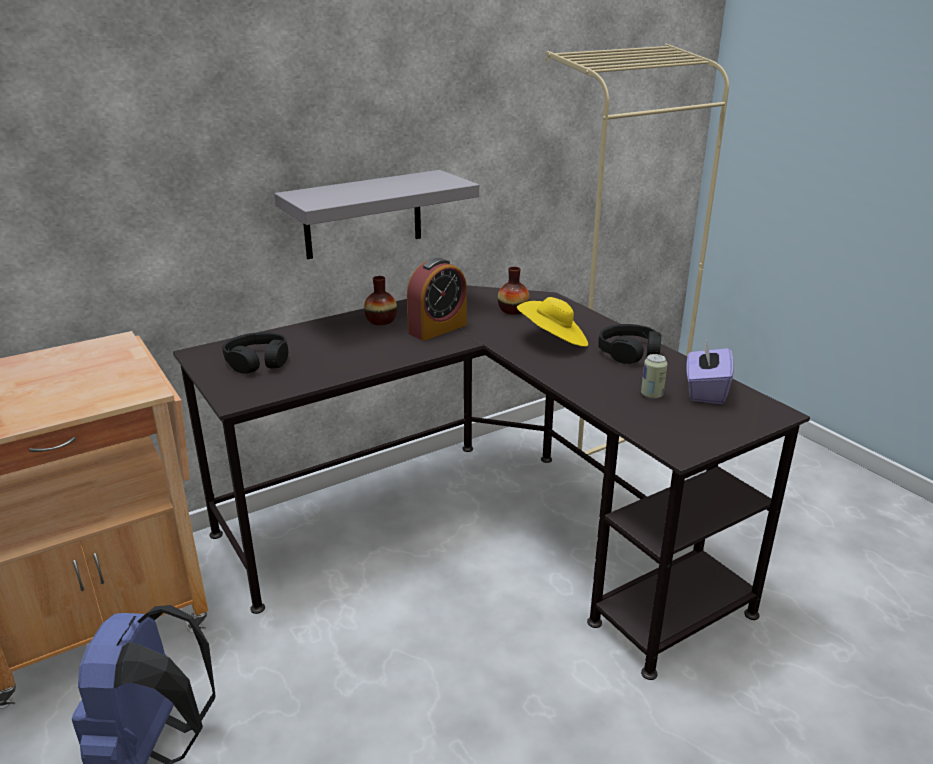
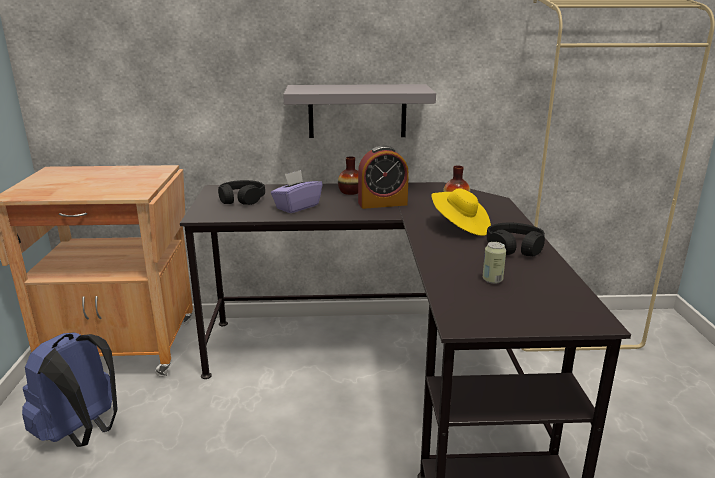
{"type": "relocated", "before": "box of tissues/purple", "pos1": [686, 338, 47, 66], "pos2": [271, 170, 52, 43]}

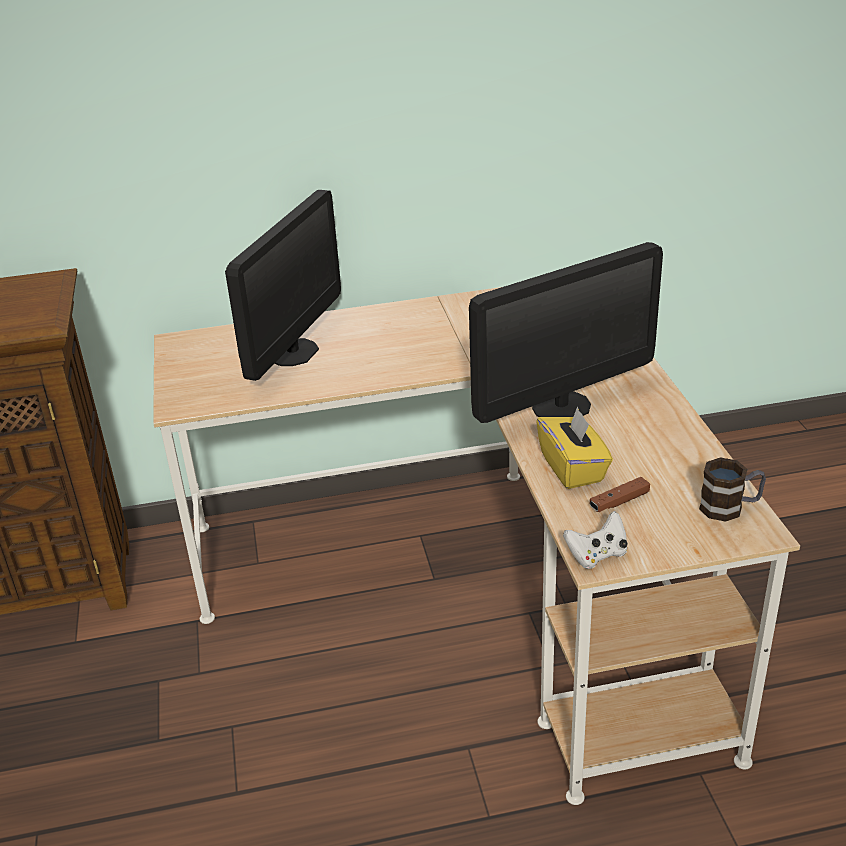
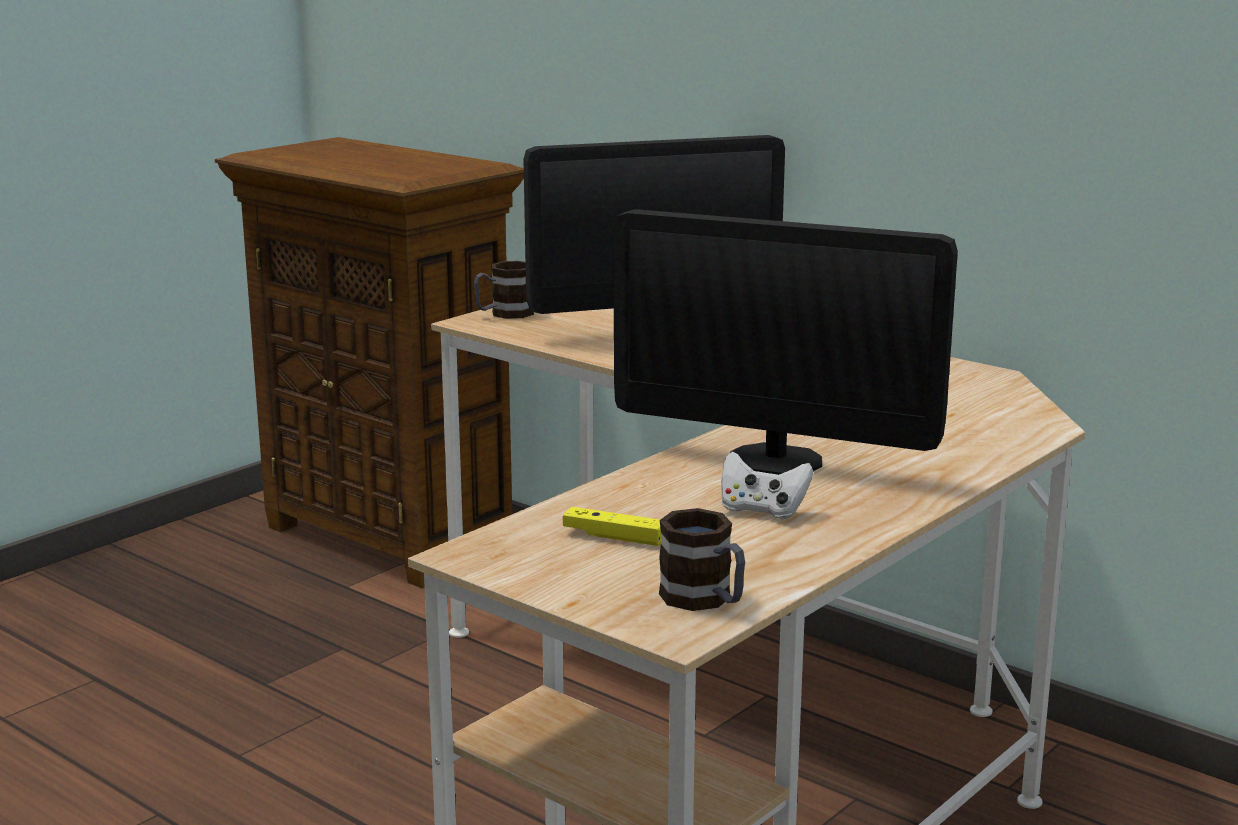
{"type": "appeared", "after": "coffee mug", "pos2": [474, 261, 60, 58]}
{"type": "colour", "before": "game controller/brown-coloured", "after": "game controller/yellow", "pos1": [589, 477, 61, 35], "pos2": [563, 507, 98, 39]}
{"type": "relocated", "before": "game controller/white-coloured", "pos1": [563, 511, 65, 58], "pos2": [721, 451, 92, 68]}
{"type": "missing", "before": "box of tissues/yellow", "pos1": [536, 406, 77, 83]}

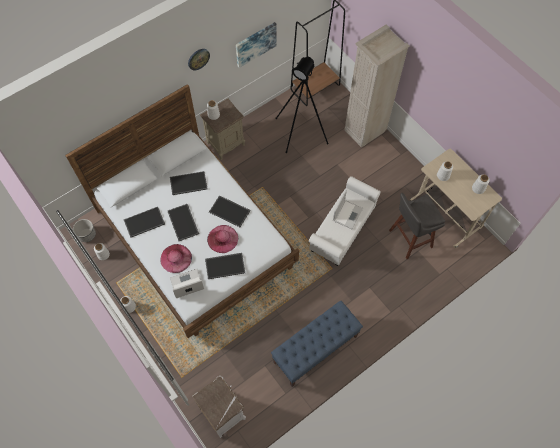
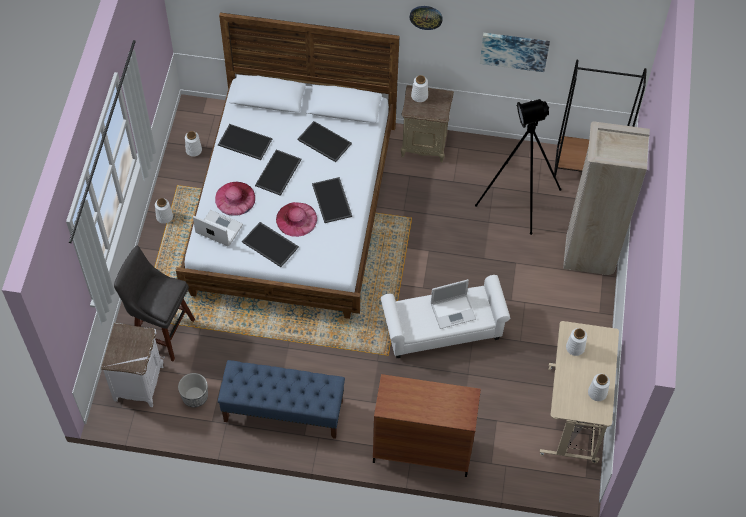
{"type": "relocated", "before": "sitting stool/gray", "pos1": [389, 193, 56, 66], "pos2": [114, 246, 81, 116]}
{"type": "relocated", "before": "flower pot", "pos1": [73, 219, 23, 23], "pos2": [178, 373, 30, 34]}
{"type": "appeared", "after": "drawer chest/brown-coloured", "pos2": [373, 374, 108, 103]}

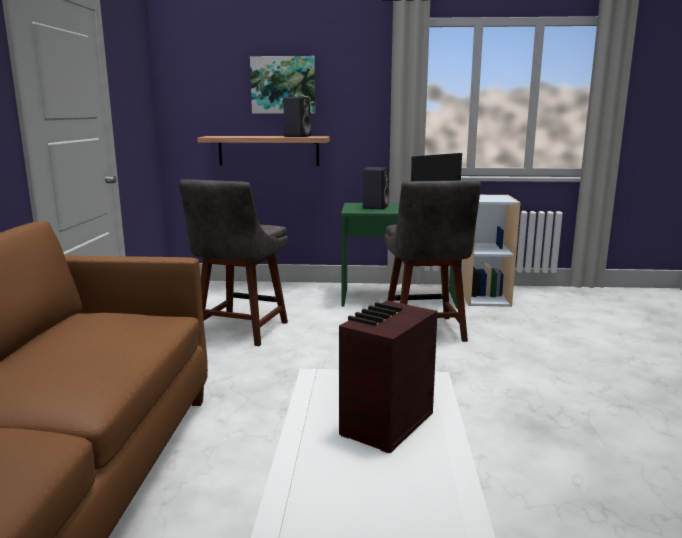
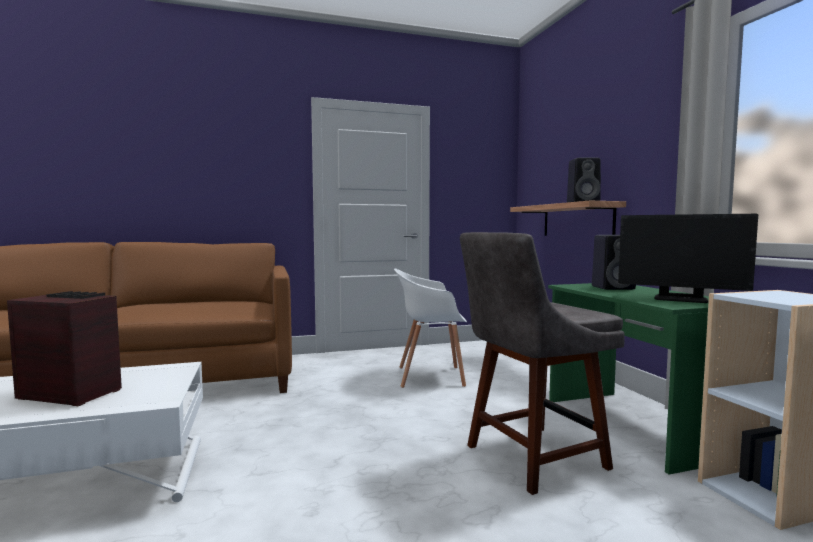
{"type": "exchanged", "before": "sitting stool/gray", "after": "plain chair/white-coloured", "pos1": [179, 179, 109, 167], "pos2": [394, 268, 73, 120]}
{"type": "missing", "before": "wall art", "pos1": [250, 56, 65, 58]}

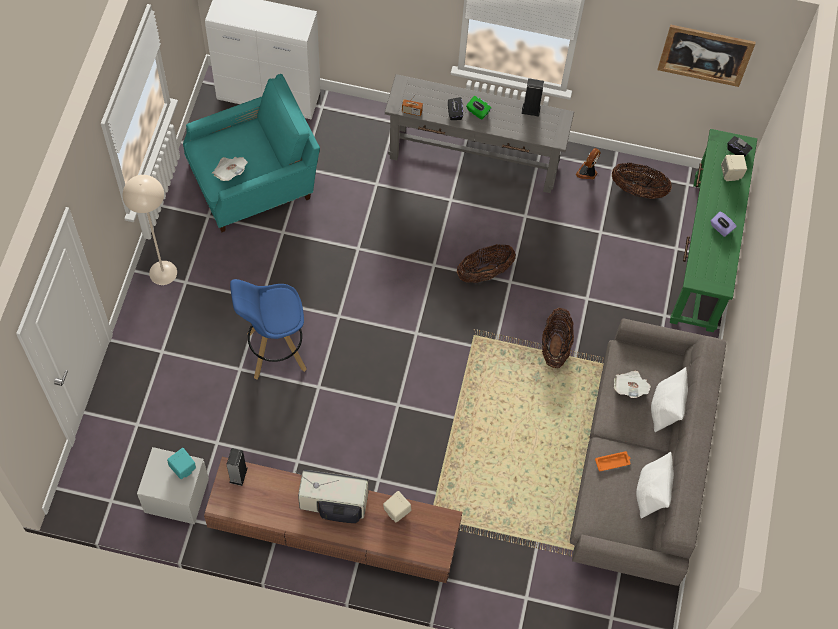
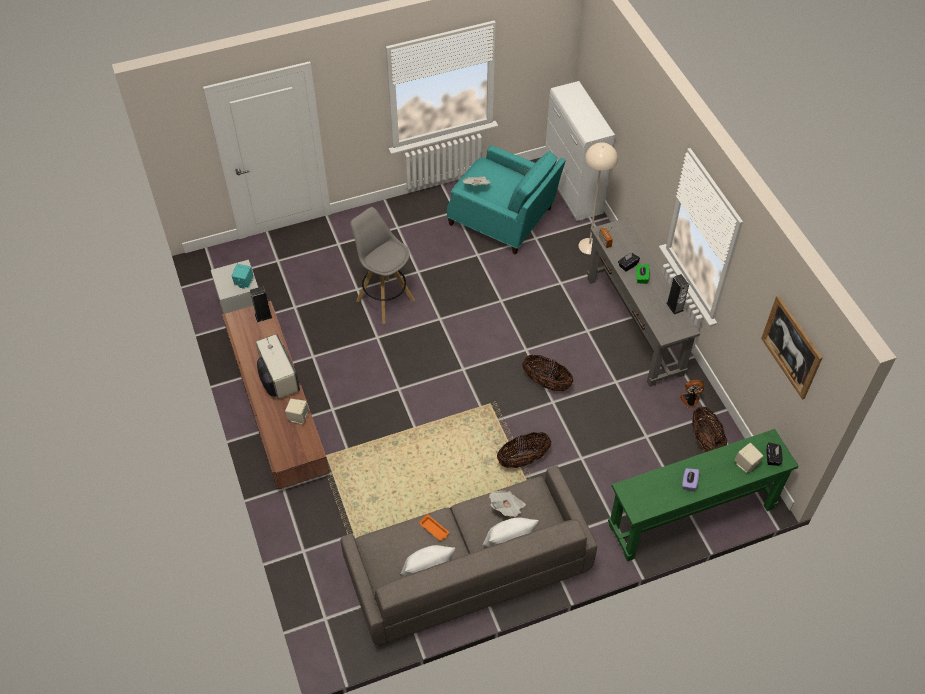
{"type": "colour", "before": "sitting stool/blue", "after": "sitting stool/gray", "pos1": [230, 279, 77, 100], "pos2": [350, 207, 65, 117]}
{"type": "relocated", "before": "standing lamp/sand-coloured", "pos1": [123, 175, 54, 110], "pos2": [578, 142, 40, 112]}

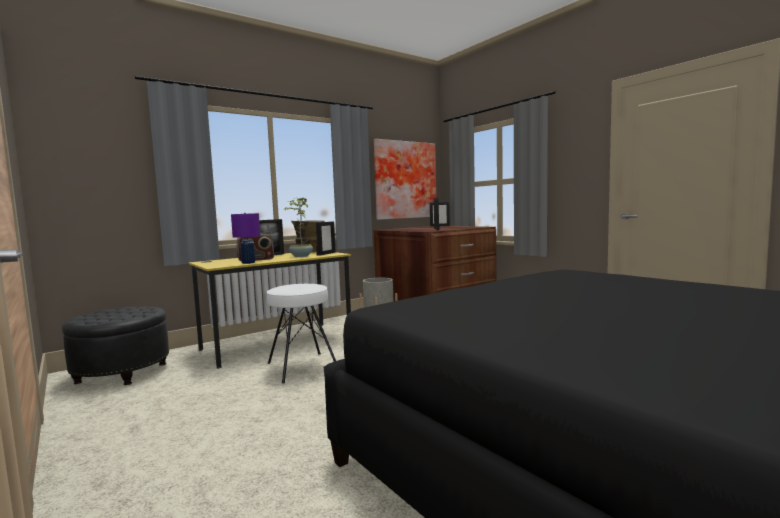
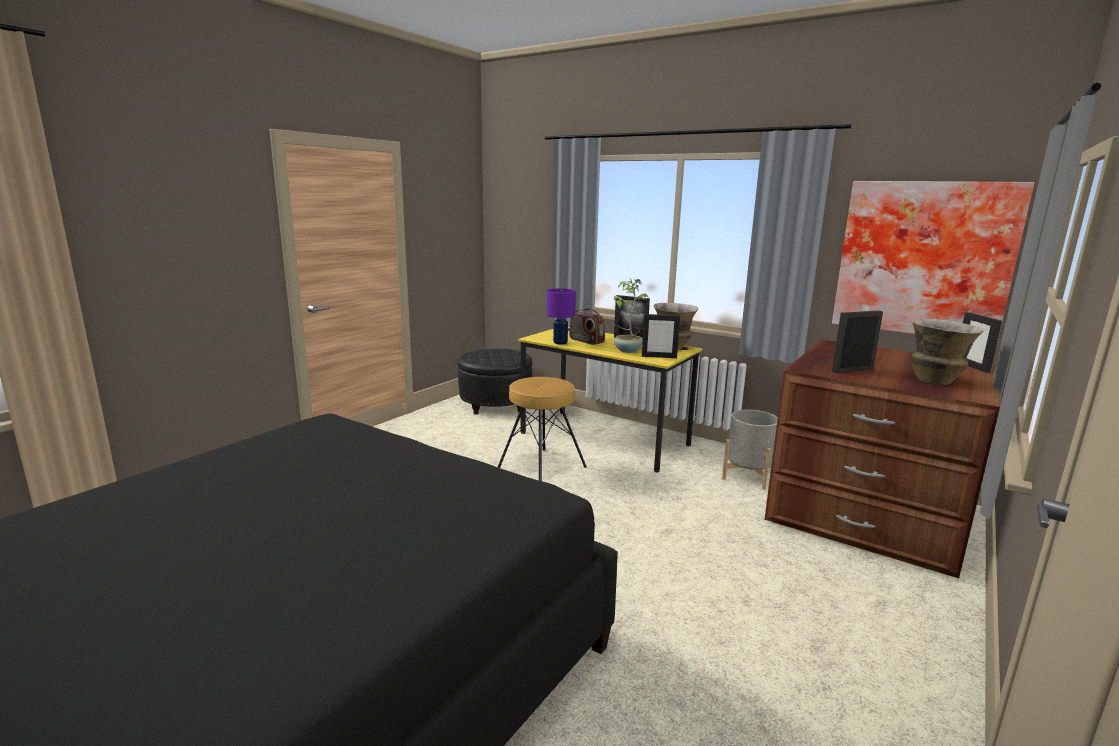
{"type": "colour", "before": "sitting stool/white-coloured", "after": "sitting stool/brown-coloured", "pos1": [267, 284, 69, 100], "pos2": [498, 377, 89, 104]}
{"type": "appeared", "after": "flower vase", "pos2": [911, 319, 72, 66]}

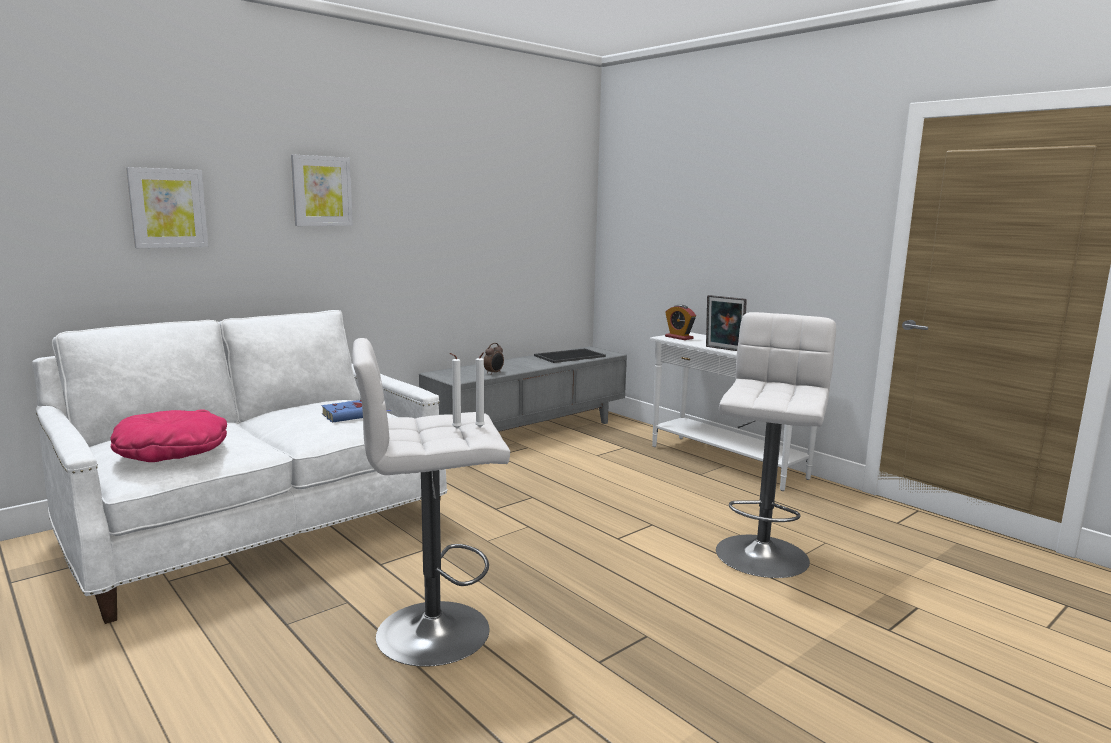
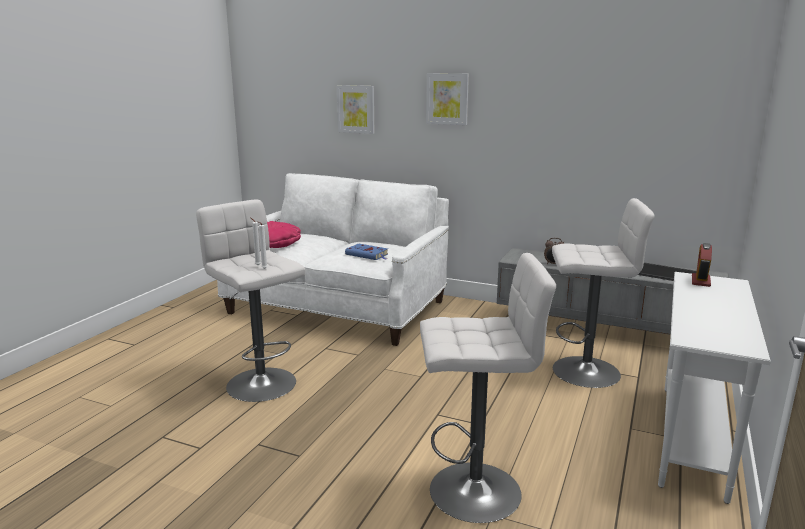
{"type": "appeared", "after": "sitting stool/white-coloured", "pos2": [552, 198, 103, 190]}
{"type": "missing", "before": "picture frame", "pos1": [706, 295, 41, 56]}

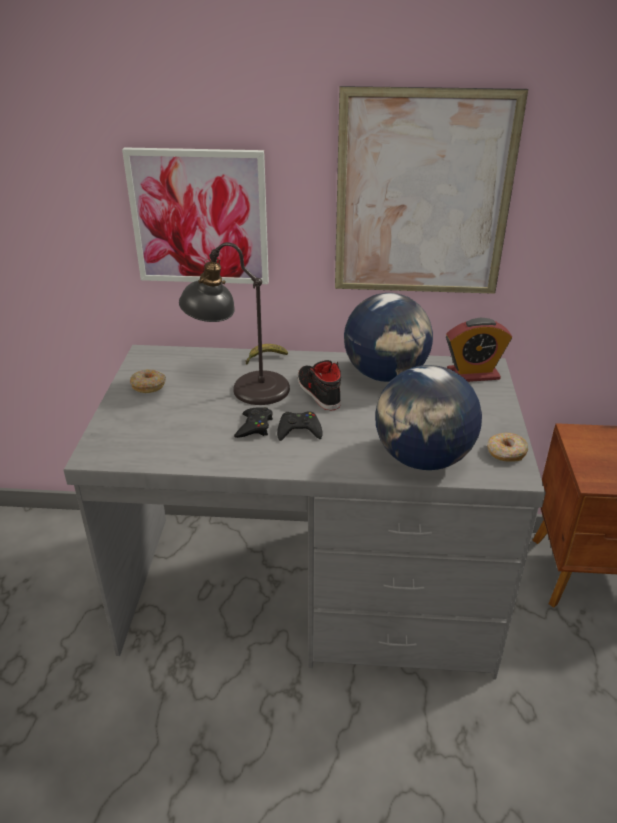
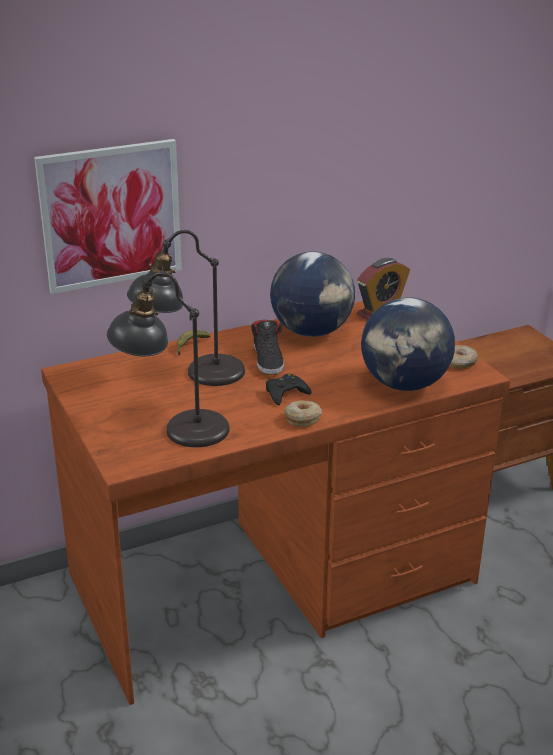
{"type": "colour", "before": "desk table/gray", "after": "desk table/brown-coloured", "pos1": [64, 345, 482, 334], "pos2": [41, 301, 469, 404]}
{"type": "appeared", "after": "tabletop lamp/gray", "pos2": [107, 271, 123, 176]}
{"type": "spun", "before": "item of footwear/blackish", "pos1": [298, 360, 43, 50], "pos2": [251, 320, 33, 55], "turn": -135}
{"type": "relocated", "before": "ring doughnut", "pos1": [130, 369, 36, 24], "pos2": [284, 400, 38, 26]}
{"type": "missing", "before": "game controller/blackish", "pos1": [234, 407, 39, 31]}
{"type": "missing", "before": "wall art", "pos1": [335, 86, 193, 208]}

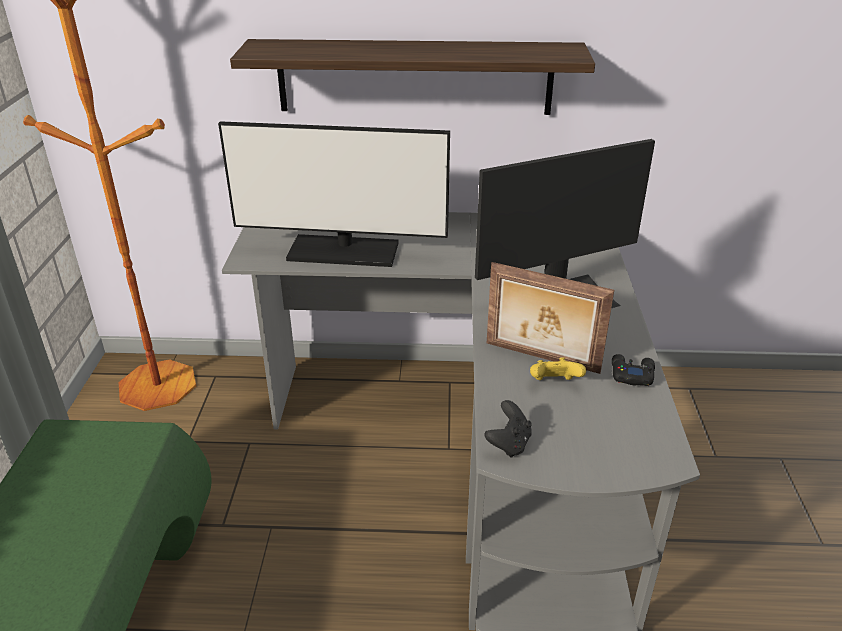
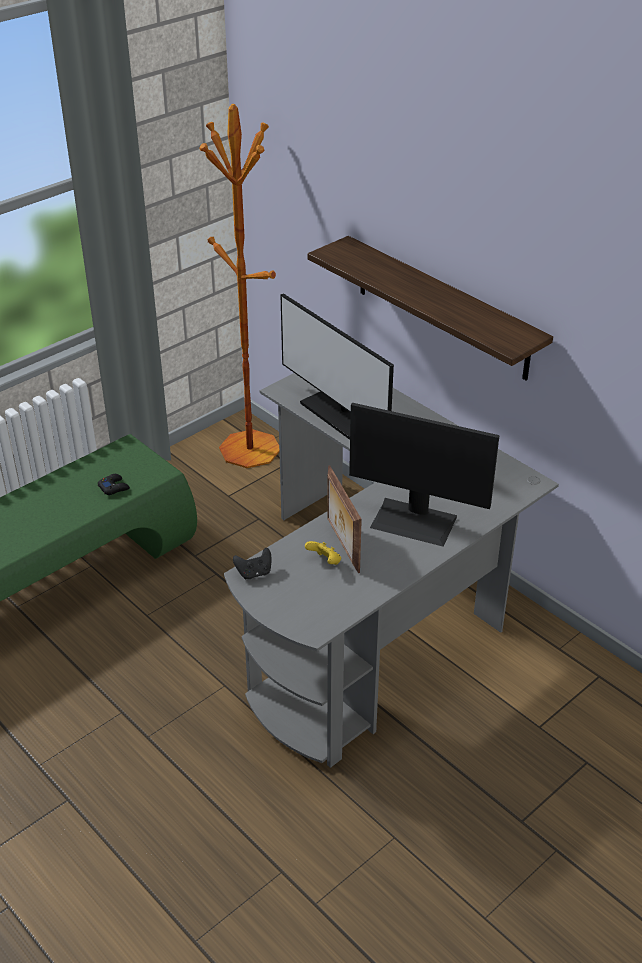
{"type": "relocated", "before": "game controller/blackish", "pos1": [612, 354, 43, 32], "pos2": [98, 474, 32, 21]}

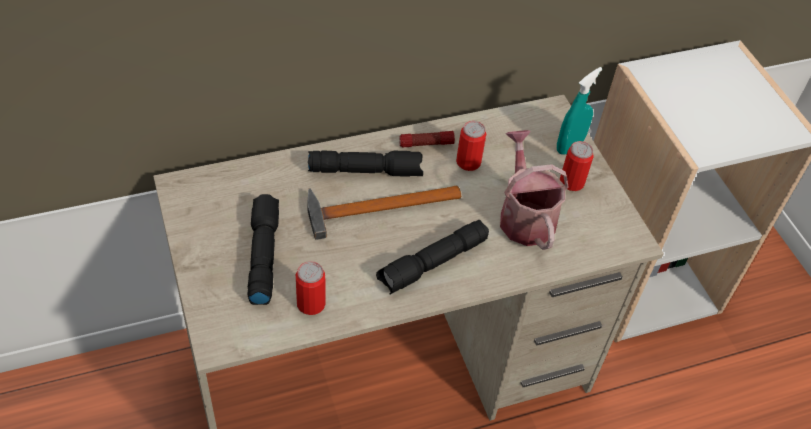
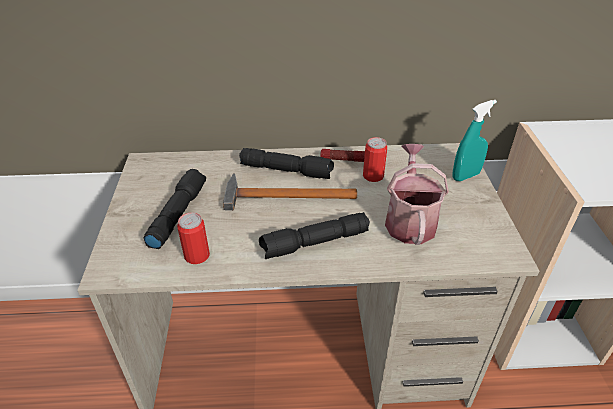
{"type": "missing", "before": "metal can", "pos1": [560, 141, 34, 50]}

